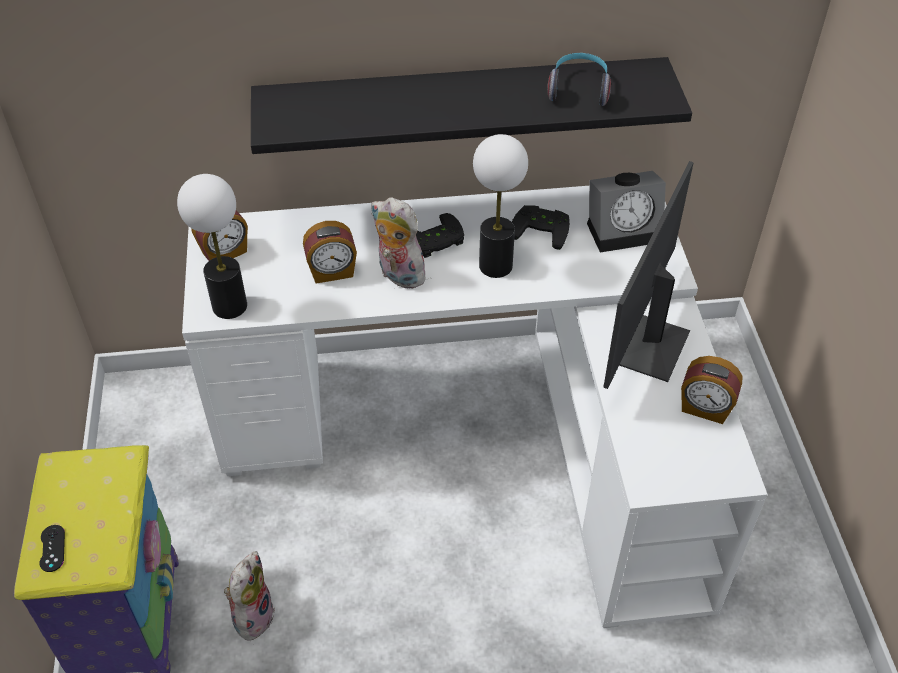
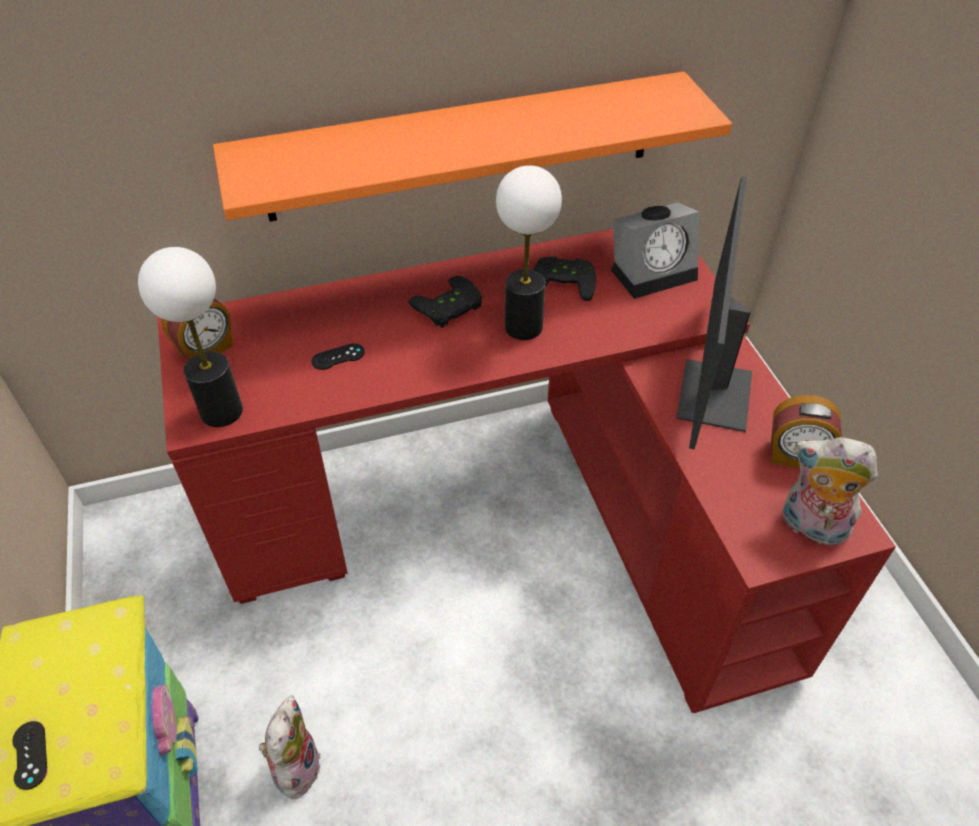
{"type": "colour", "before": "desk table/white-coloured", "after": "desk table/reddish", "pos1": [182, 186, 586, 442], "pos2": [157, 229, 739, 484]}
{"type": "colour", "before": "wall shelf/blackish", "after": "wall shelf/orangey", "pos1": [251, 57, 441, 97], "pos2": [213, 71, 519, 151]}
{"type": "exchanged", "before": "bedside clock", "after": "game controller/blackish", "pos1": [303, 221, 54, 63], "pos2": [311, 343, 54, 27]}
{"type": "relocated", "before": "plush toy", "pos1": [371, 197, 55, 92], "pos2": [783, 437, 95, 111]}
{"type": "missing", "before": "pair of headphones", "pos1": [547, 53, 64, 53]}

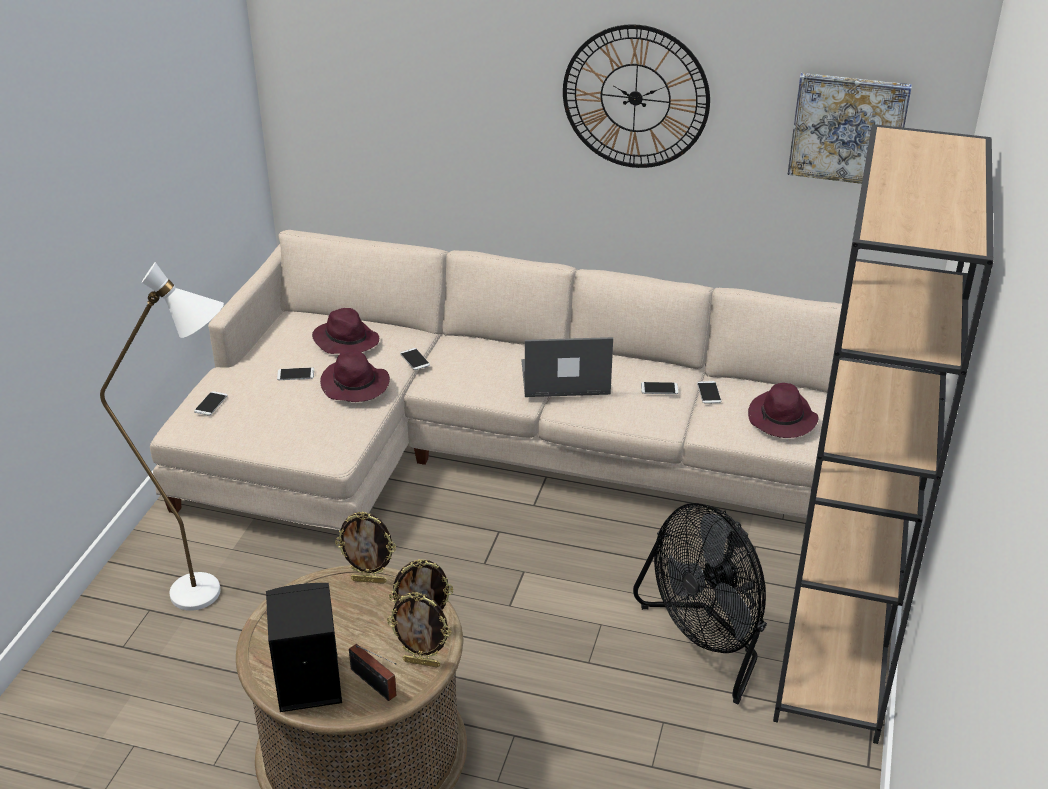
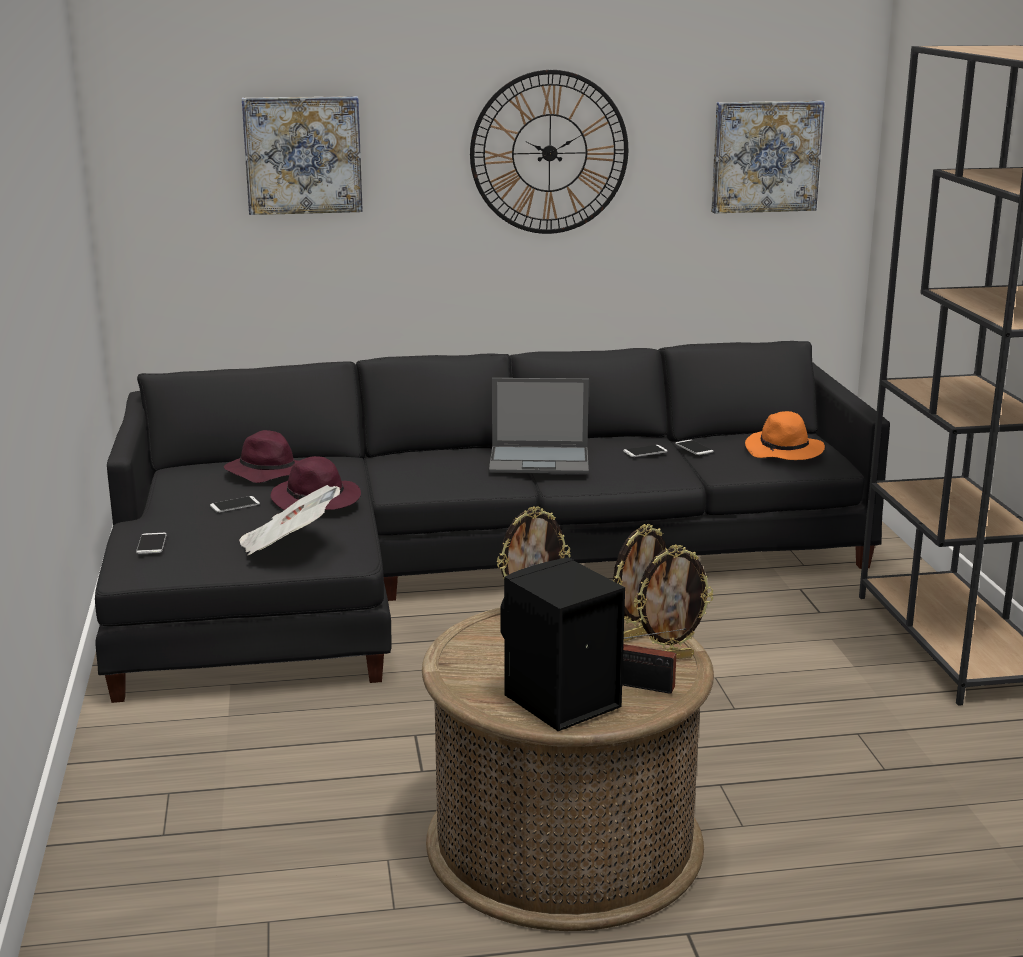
{"type": "colour", "before": "couch/sand-coloured", "after": "couch/blackish", "pos1": [150, 230, 722, 300], "pos2": [95, 341, 795, 362]}
{"type": "appeared", "after": "newspaper", "pos2": [239, 485, 101, 70]}
{"type": "appeared", "after": "wall art", "pos2": [242, 96, 121, 119]}
{"type": "spun", "before": "portable computer", "pos1": [522, 337, 91, 60], "pos2": [489, 378, 100, 96], "turn": -150}
{"type": "colour", "before": "clothing hat/purple", "after": "clothing hat/orangey", "pos1": [748, 383, 71, 55], "pos2": [745, 411, 80, 49]}
{"type": "missing", "before": "standing lamp/white-coloured", "pos1": [100, 262, 124, 349]}
{"type": "missing", "before": "handset", "pos1": [400, 348, 30, 22]}
{"type": "missing", "before": "electric fan/blackish", "pos1": [633, 503, 134, 201]}

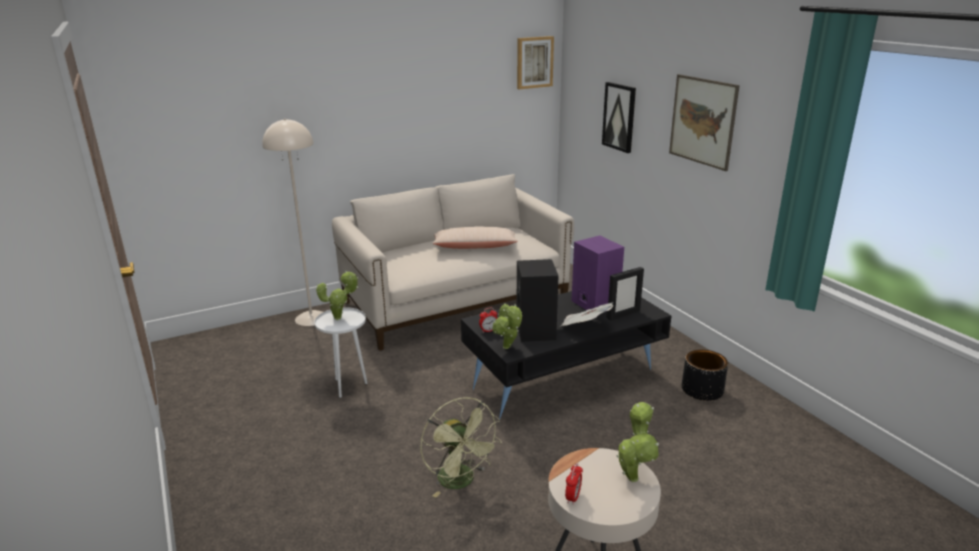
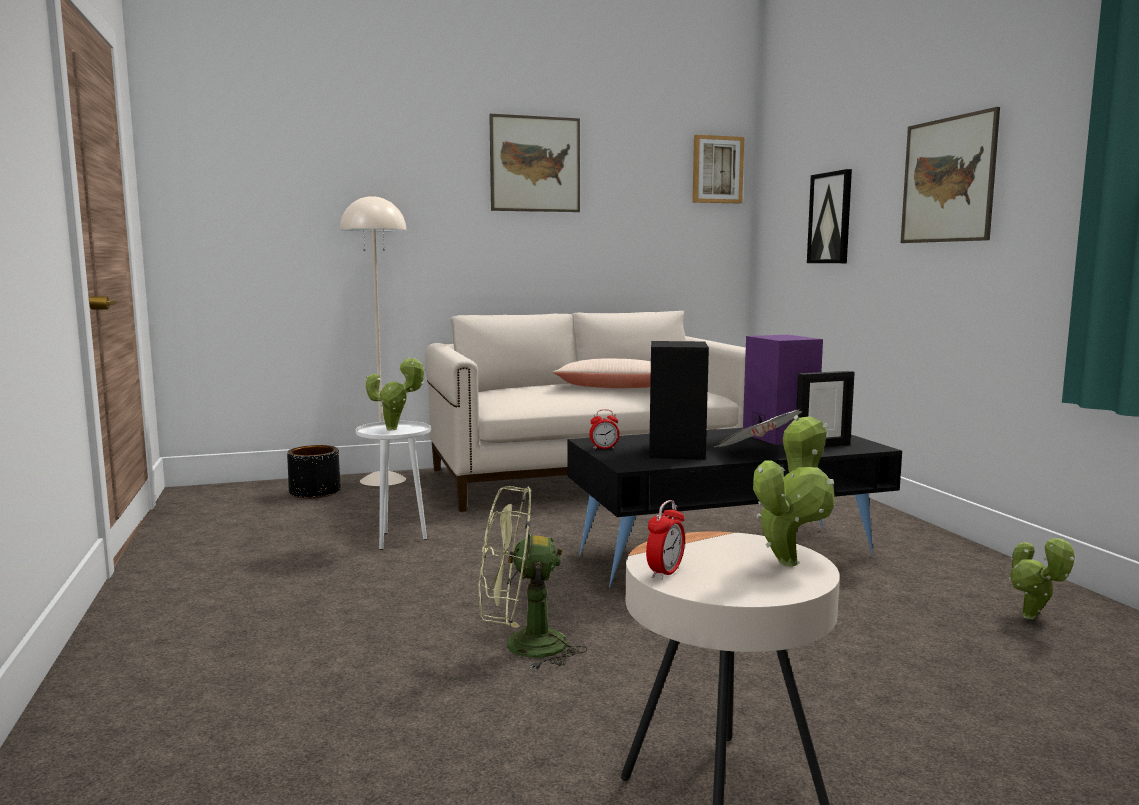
{"type": "relocated", "before": "flower pot/blackish", "pos1": [682, 349, 46, 52], "pos2": [287, 445, 54, 54]}
{"type": "spun", "before": "electric fan/greenish", "pos1": [421, 397, 81, 101], "pos2": [478, 486, 109, 185], "turn": 105}
{"type": "appeared", "after": "wall art", "pos2": [489, 114, 91, 98]}
{"type": "relocated", "before": "plant in a pot", "pos1": [492, 303, 30, 46], "pos2": [1009, 536, 66, 83]}

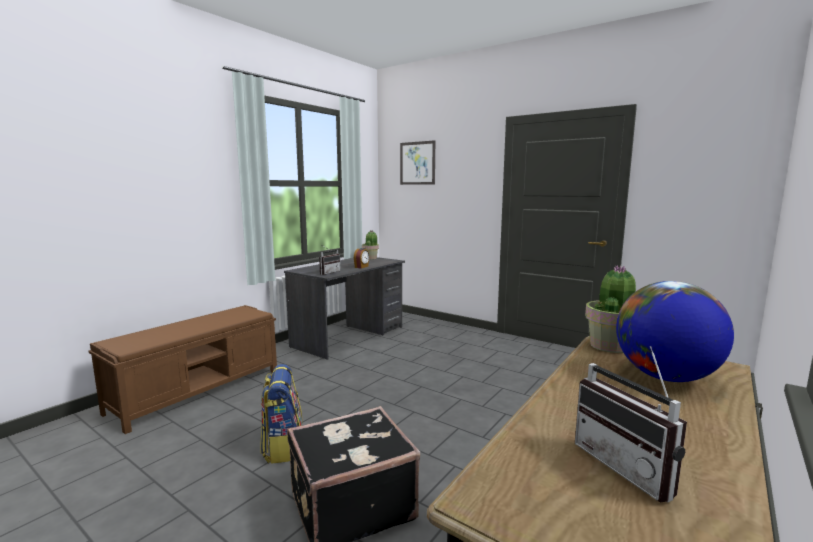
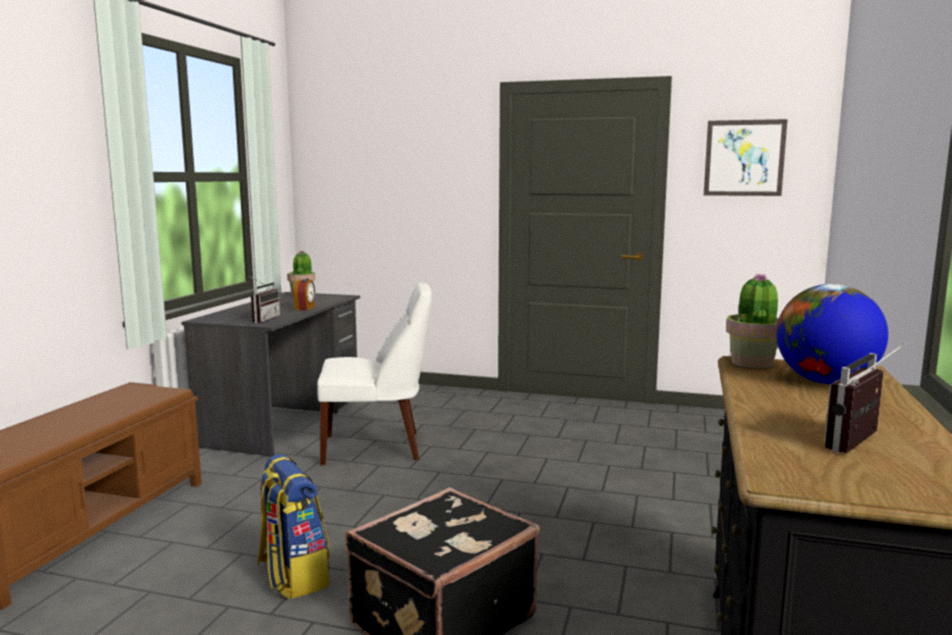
{"type": "appeared", "after": "plain chair/white-coloured", "pos2": [317, 282, 115, 183]}
{"type": "relocated", "before": "wall art", "pos1": [400, 140, 35, 45], "pos2": [704, 119, 84, 77]}
{"type": "spun", "before": "radio receiver", "pos1": [575, 346, 112, 156], "pos2": [824, 342, 82, 111], "turn": 90}

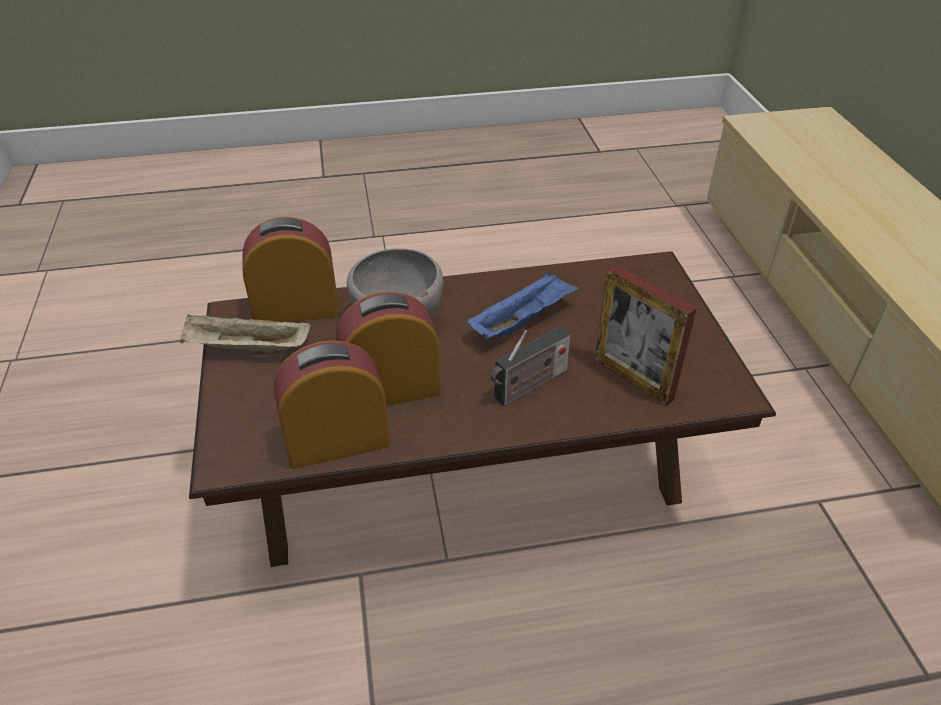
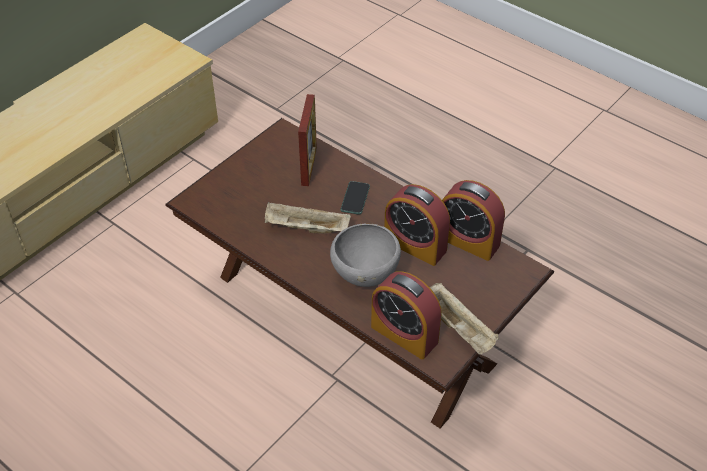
{"type": "colour", "before": "serving tray/blue", "after": "serving tray/sand-coloured", "pos1": [467, 271, 112, 68], "pos2": [265, 202, 86, 31]}
{"type": "exchanged", "before": "radio receiver", "after": "handset", "pos1": [490, 326, 81, 80], "pos2": [340, 181, 30, 33]}

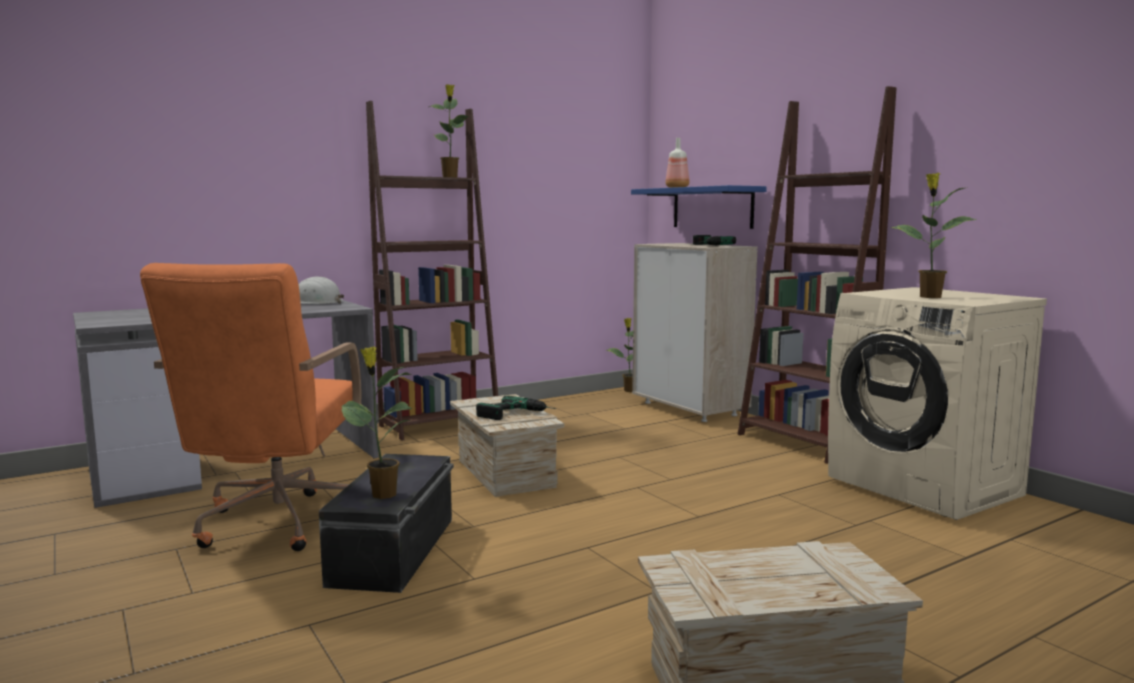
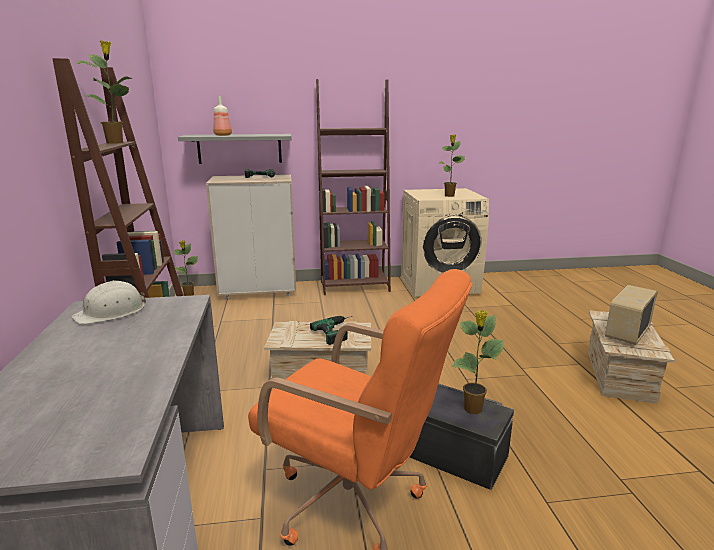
{"type": "colour", "before": "wall shelf/blue", "after": "wall shelf/gray", "pos1": [631, 185, 136, 44], "pos2": [178, 134, 114, 30]}
{"type": "appeared", "after": "radio receiver", "pos2": [605, 285, 53, 60]}

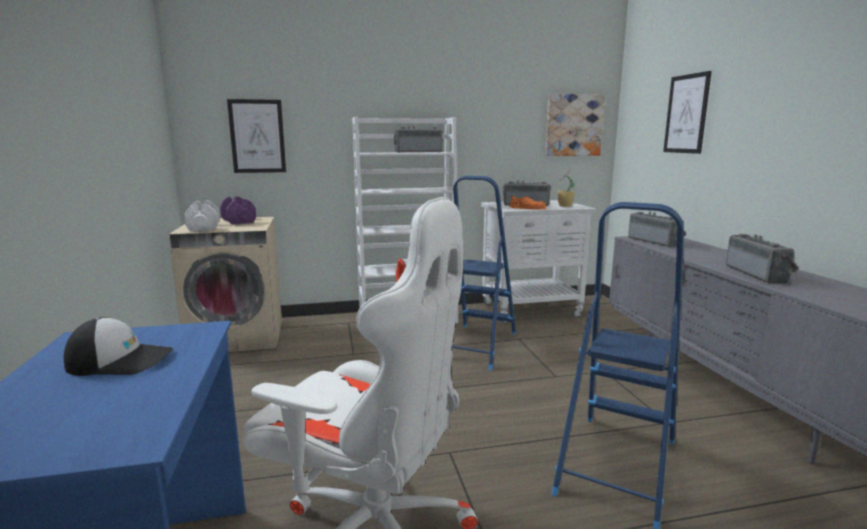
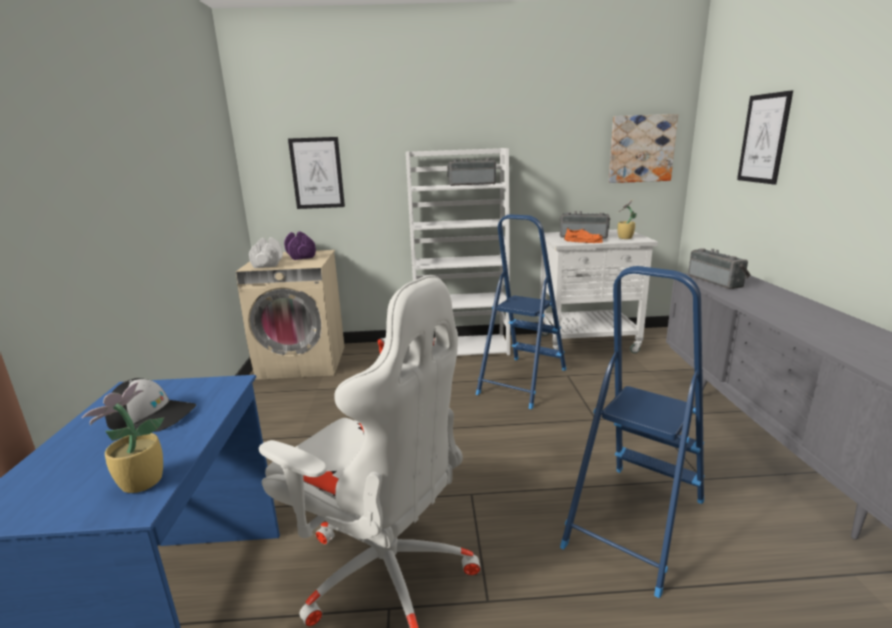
{"type": "appeared", "after": "plant in a pot", "pos2": [82, 381, 82, 112]}
{"type": "missing", "before": "radio receiver", "pos1": [726, 234, 73, 49]}

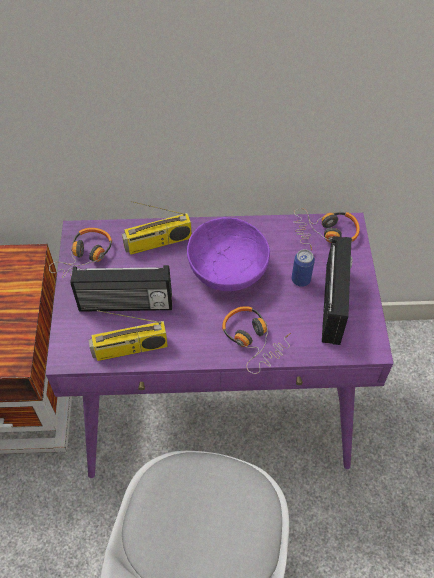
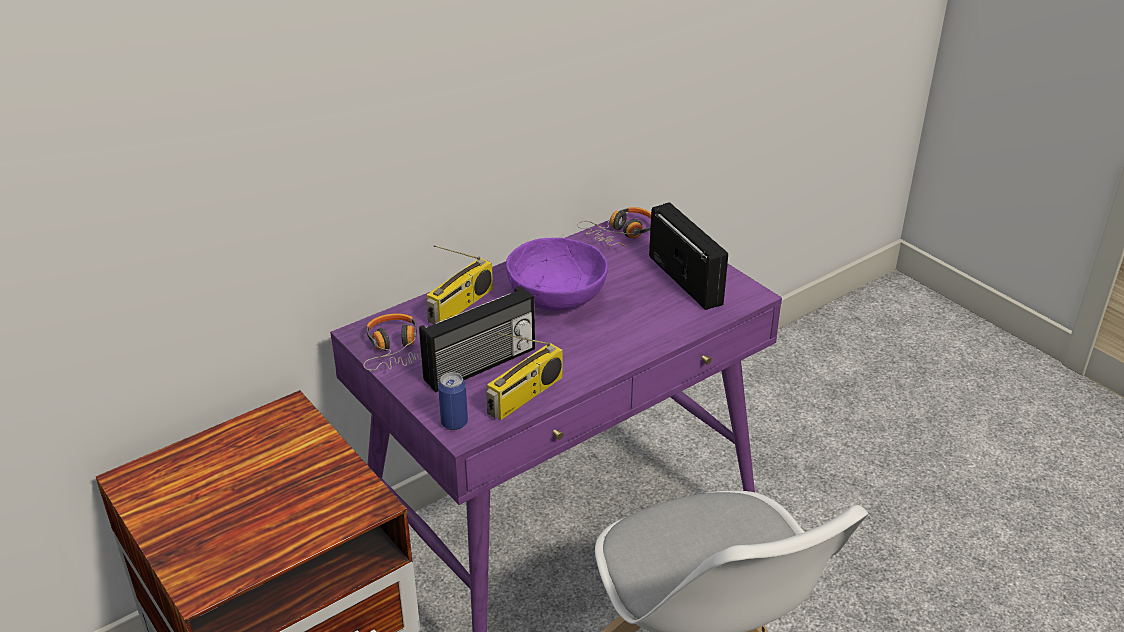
{"type": "relocated", "before": "metal can", "pos1": [292, 249, 23, 38], "pos2": [438, 372, 30, 58]}
{"type": "missing", "before": "pair of headphones", "pos1": [222, 306, 69, 68]}

